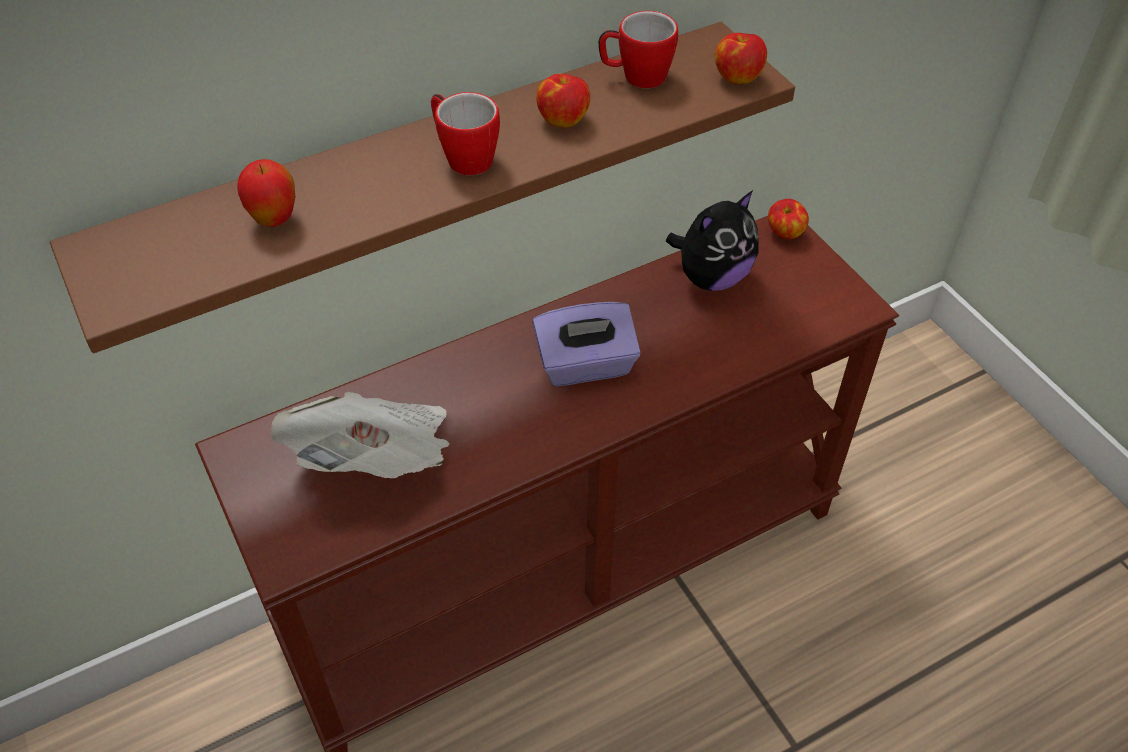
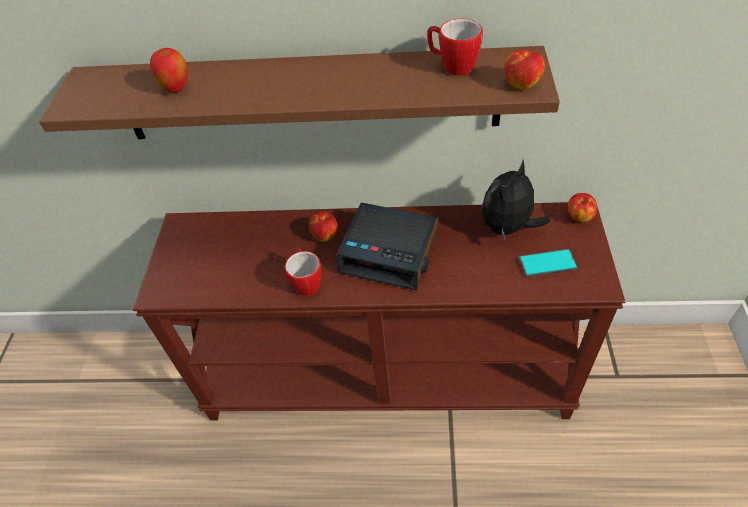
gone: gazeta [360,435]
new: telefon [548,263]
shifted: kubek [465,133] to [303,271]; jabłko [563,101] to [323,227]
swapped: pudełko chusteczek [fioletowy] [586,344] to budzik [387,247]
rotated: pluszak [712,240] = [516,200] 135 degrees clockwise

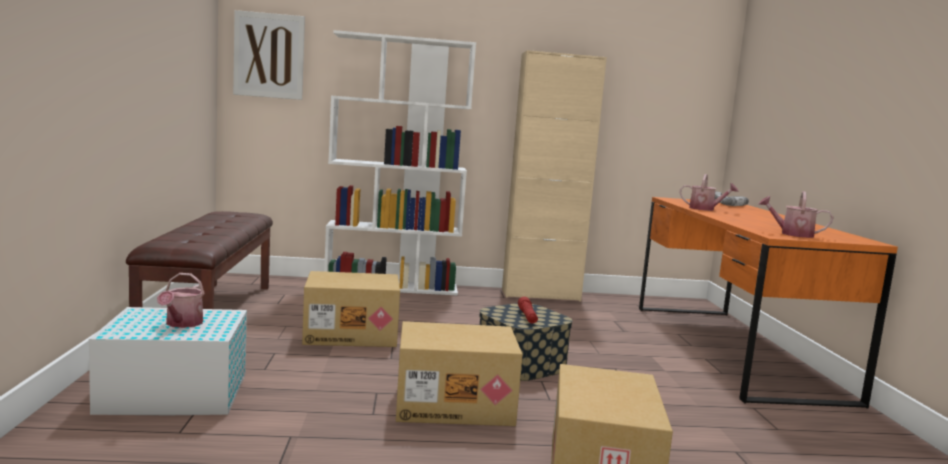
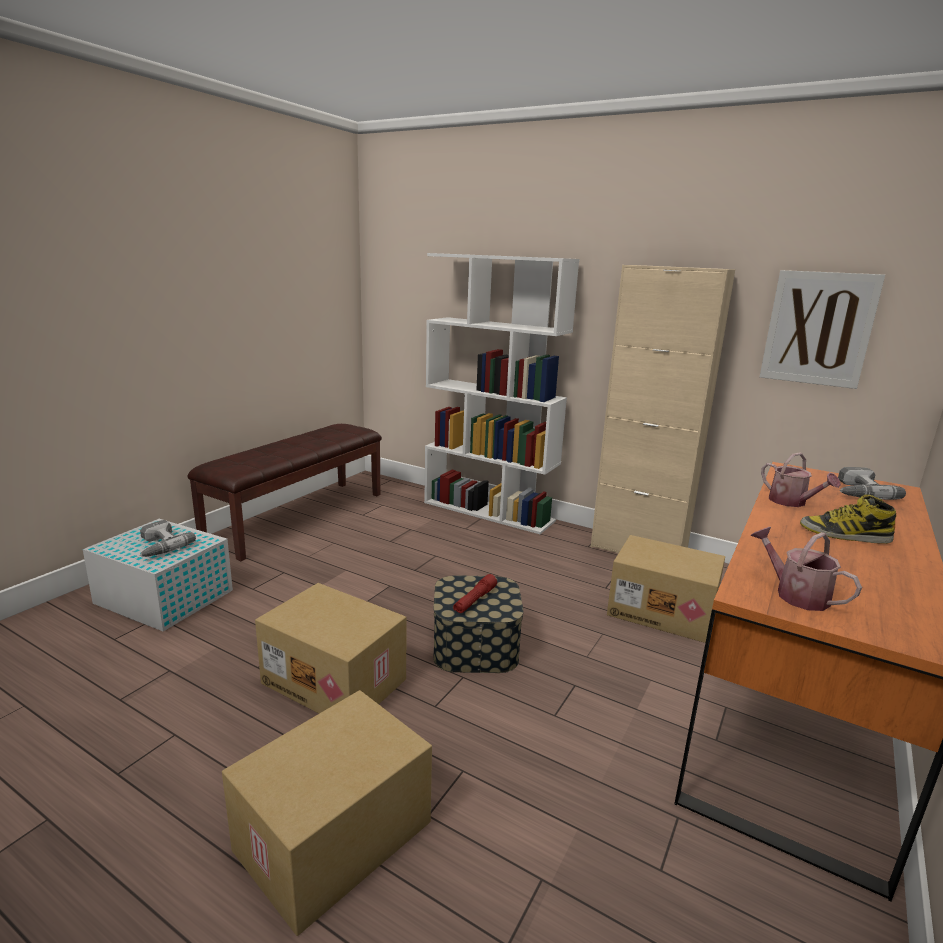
new: but z cholewką [848,519]
shifted: obraz [269,55] to [822,329]; karton [351,309] to [666,589]
swapped: konewka [181,300] to wiertarka [168,538]

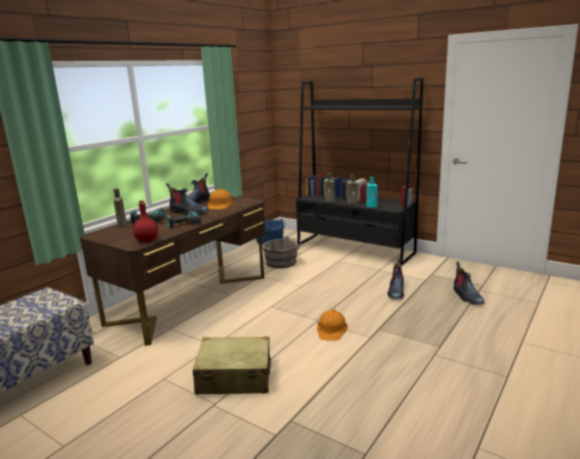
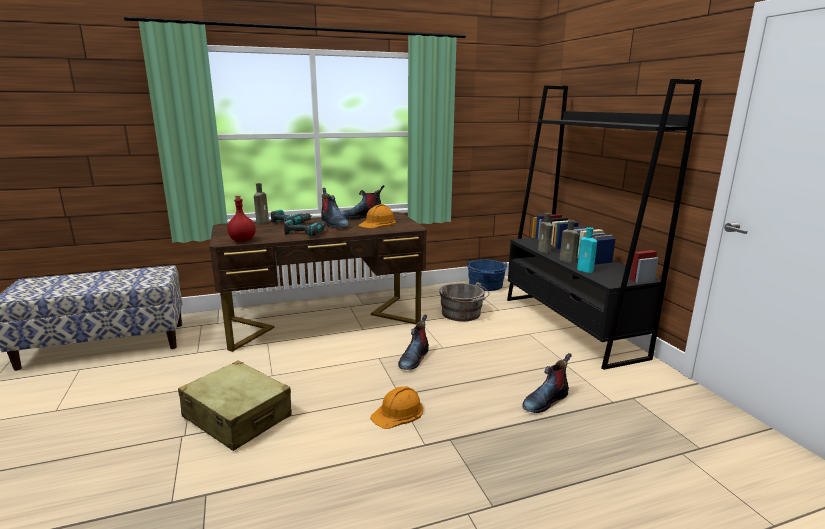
shifted: but z cholewką [469,283] to [413,342]

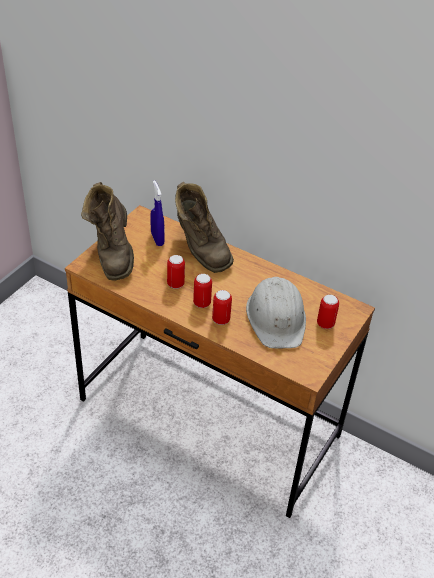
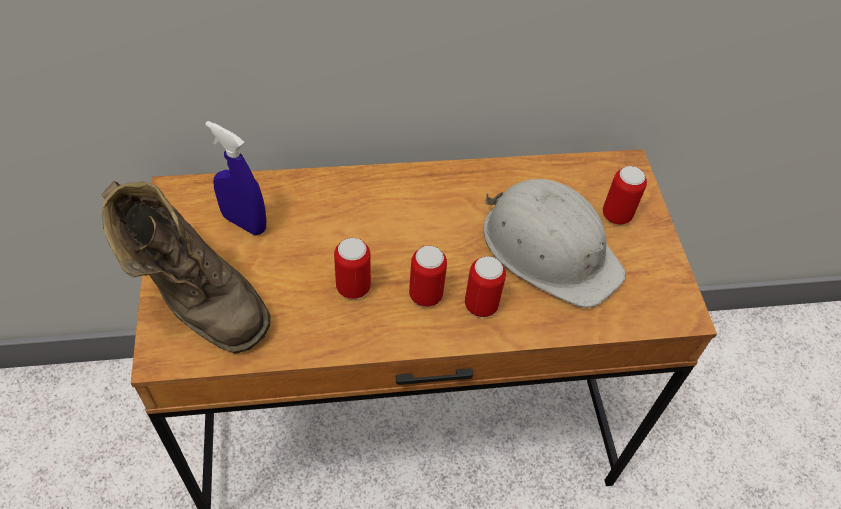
gone: but z cholewką [brązowy] [204,227]

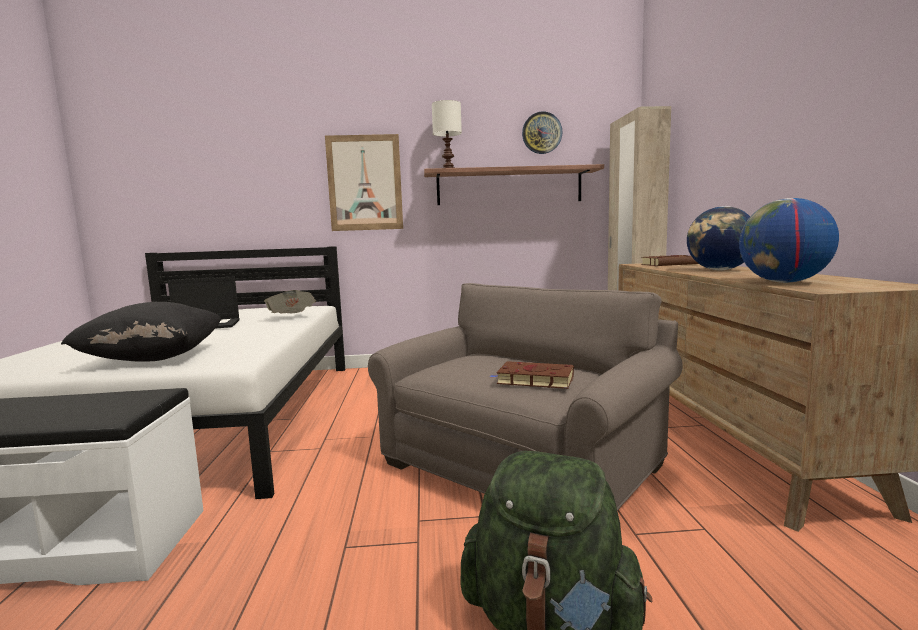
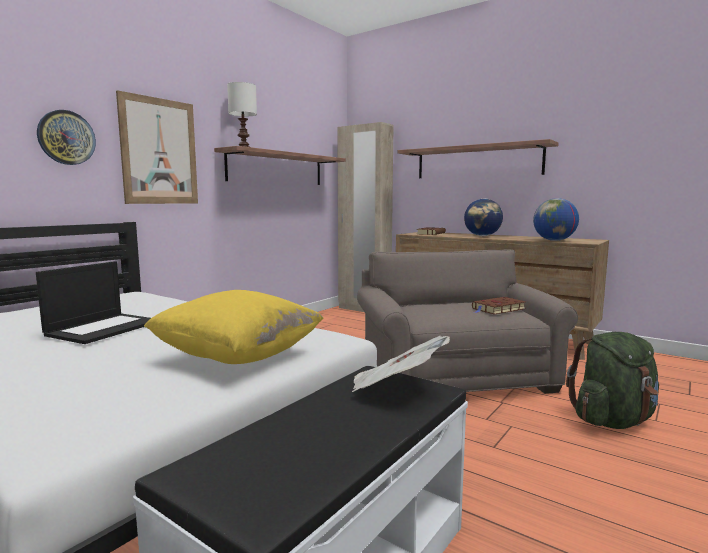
new: półka [478,158]
shifted: gazeta [290,301] to [401,364]; zegar ścienny [542,132] to [66,137]
repainted: poduszka [czarny] [141,332] to poduszka [żółty] [234,327]

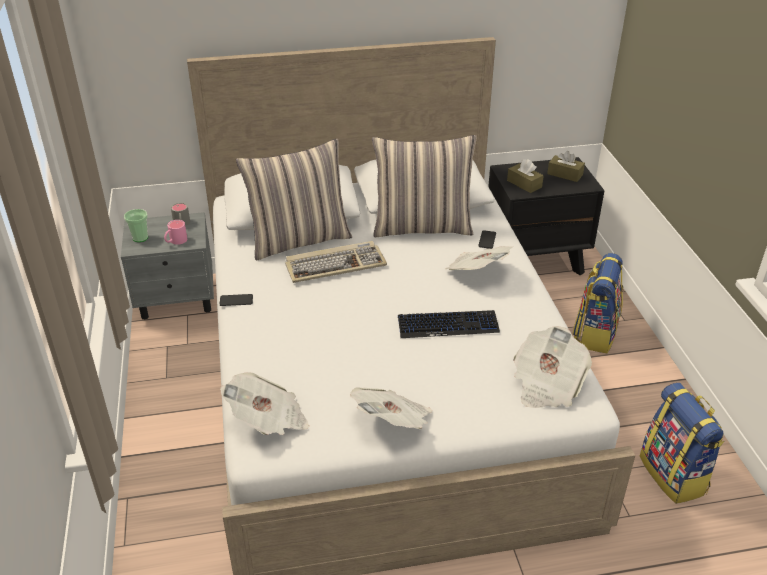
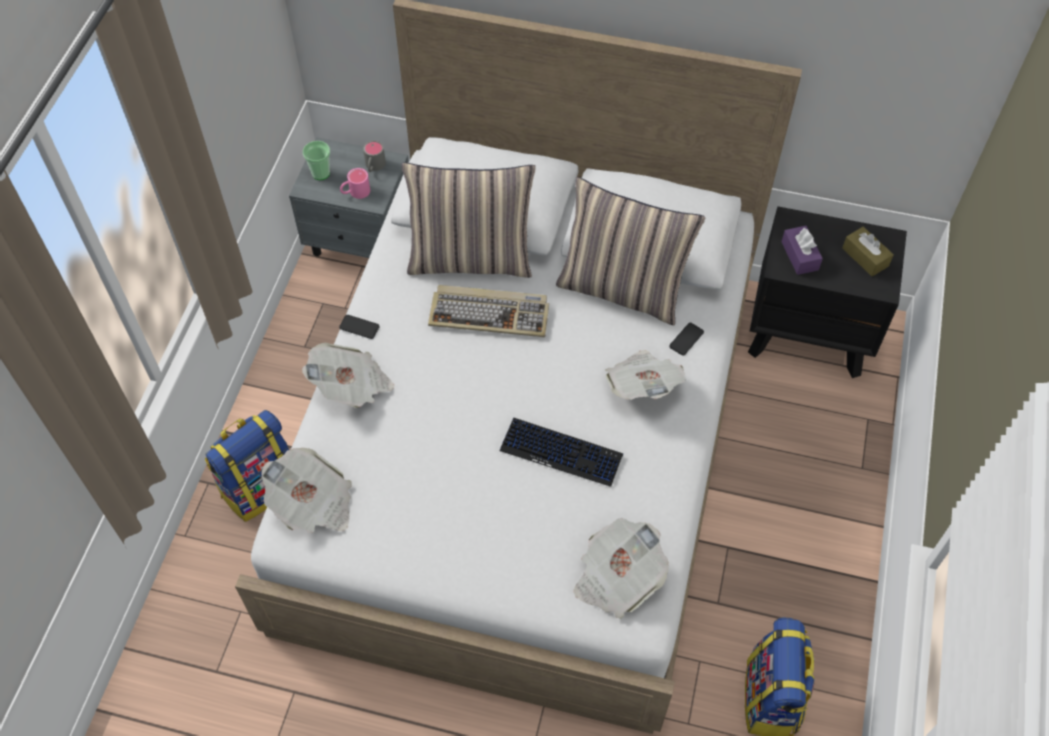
shifted: gazeta [391,408] to [348,375]; plecak [597,303] to [247,466]
repainted: pudełko chusteczek [brązowy] [525,176] to pudełko chusteczek [fioletowy] [802,250]

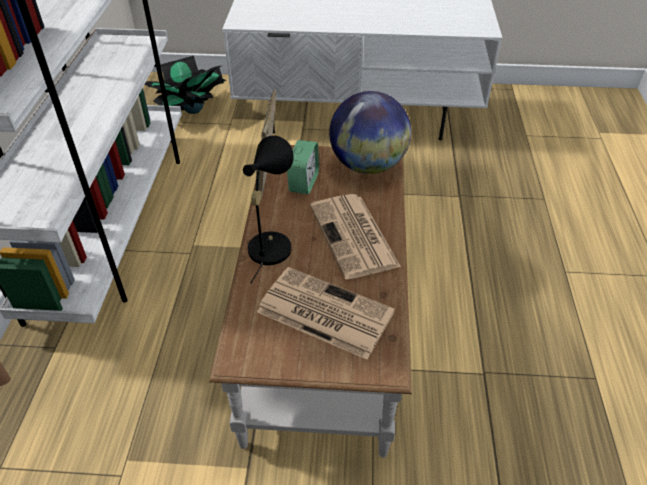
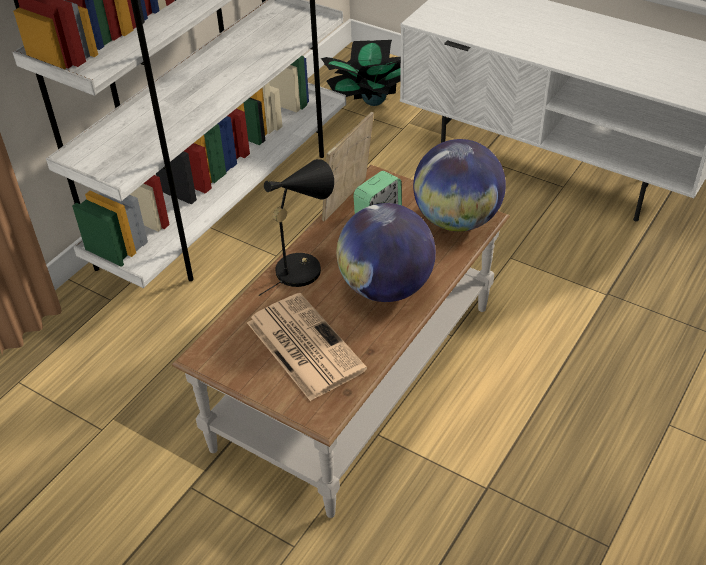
swapped: gazeta [355,236] to globus [386,252]

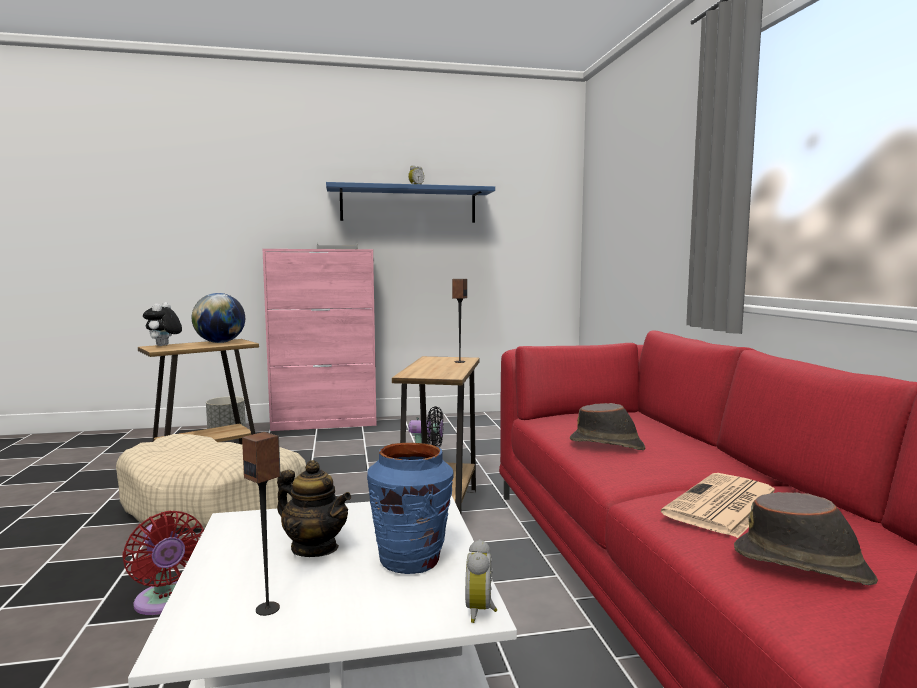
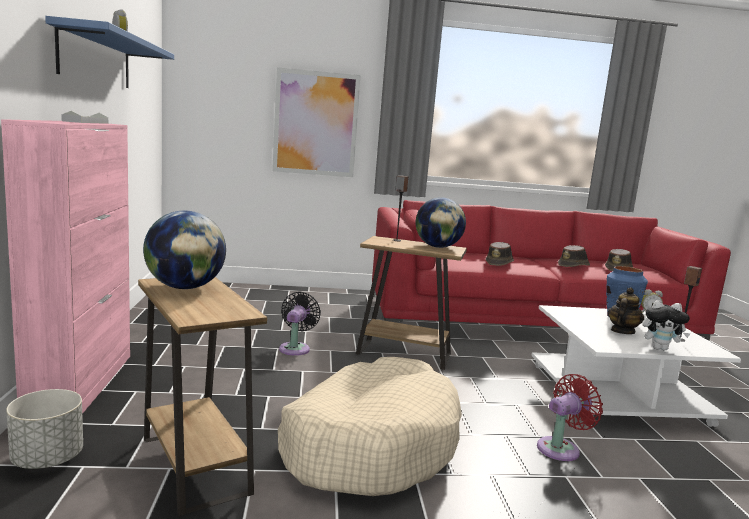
new: obraz [316,122]; globus [440,222]
shifted: pluszak [162,324] to [666,325]
swapped: gazeta [718,505] to kapelusz [brązowy] [574,256]

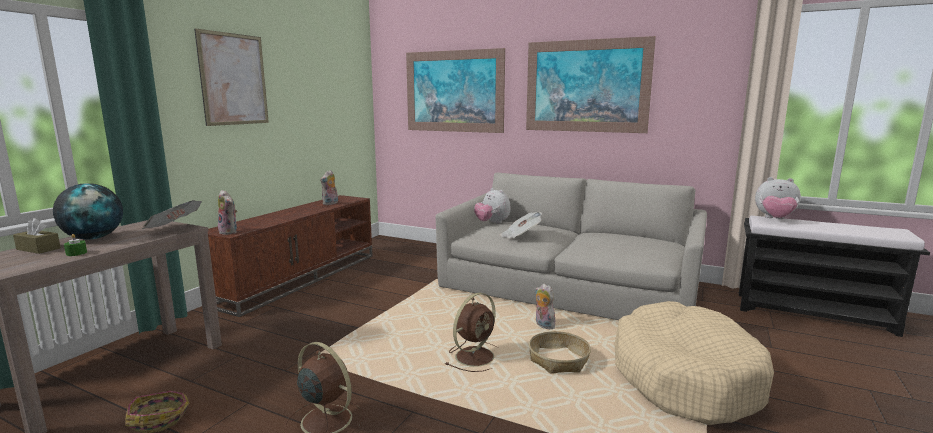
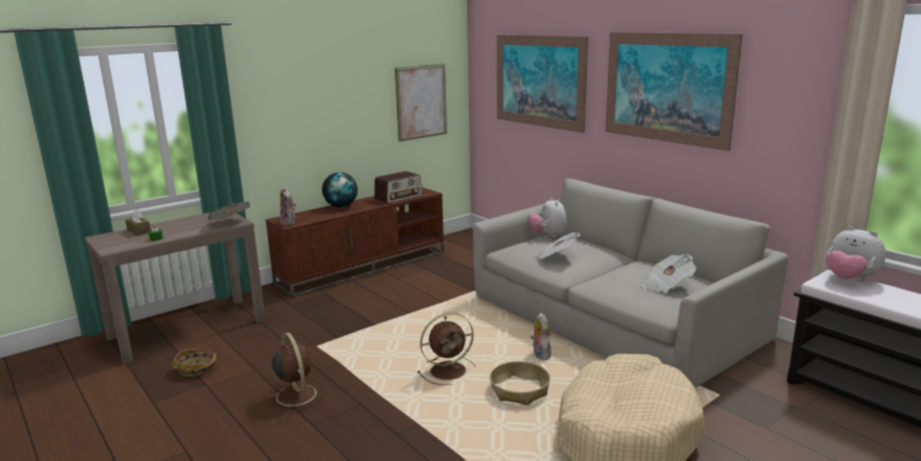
new: gazeta [668,274]
shifted: globus [88,211] to [340,189]; obraz [231,77] to [421,103]
swapped: pluszak [329,187] to radio [398,187]

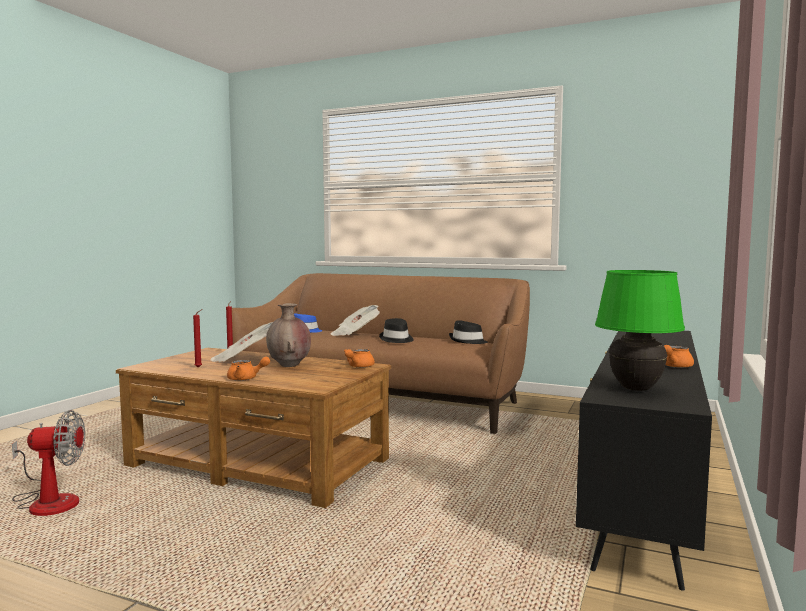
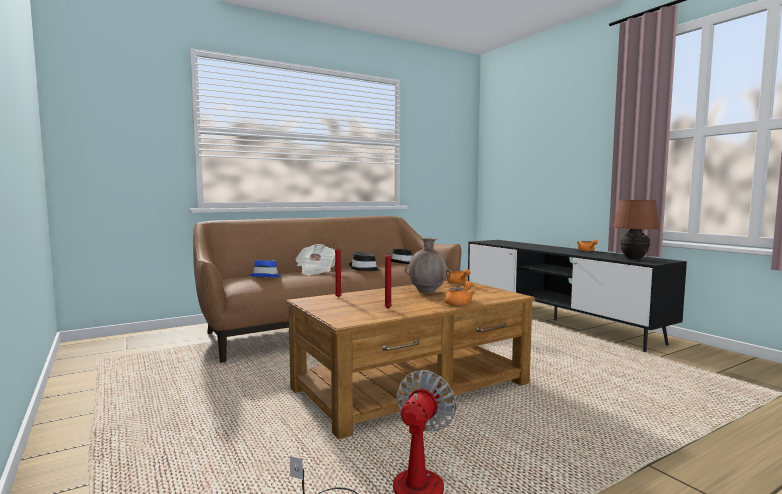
gone: gazeta [241,342]
repainted: lampa stołowa [zielony] [640,330] to lampa stołowa [brązowy] [636,229]

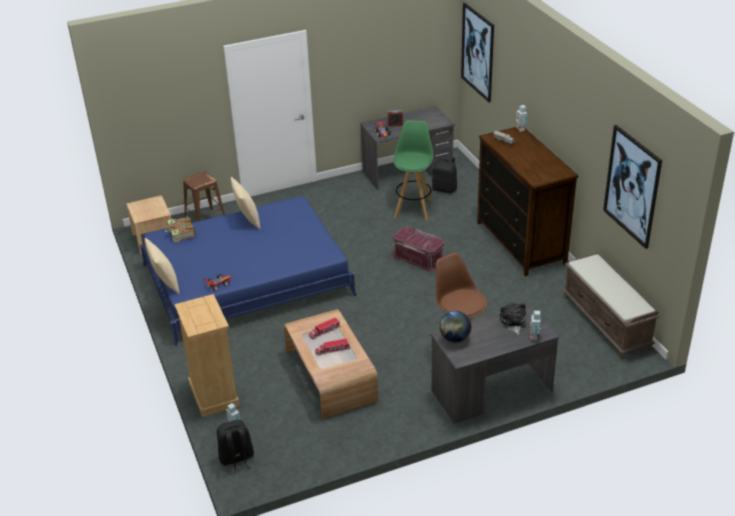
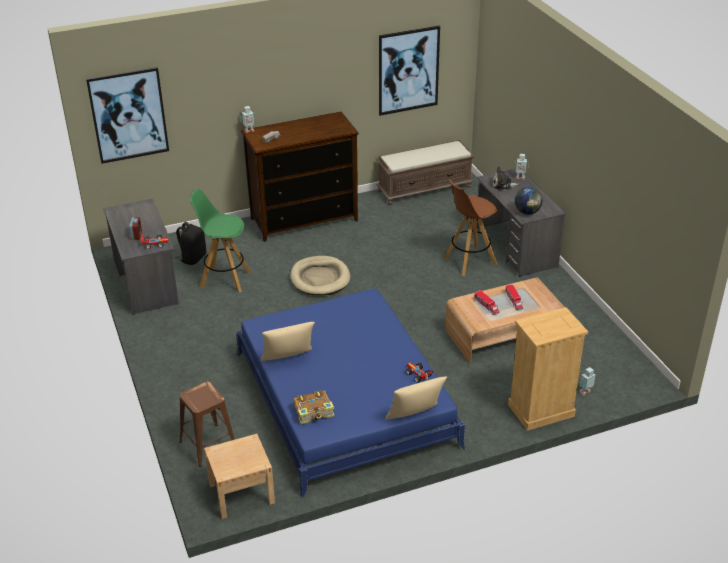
gone: plecak [czarny] [235,447]
swapped: pojemnik do przechowywania [czerwony] [417,250] to legowisko [beżowy] [320,275]

